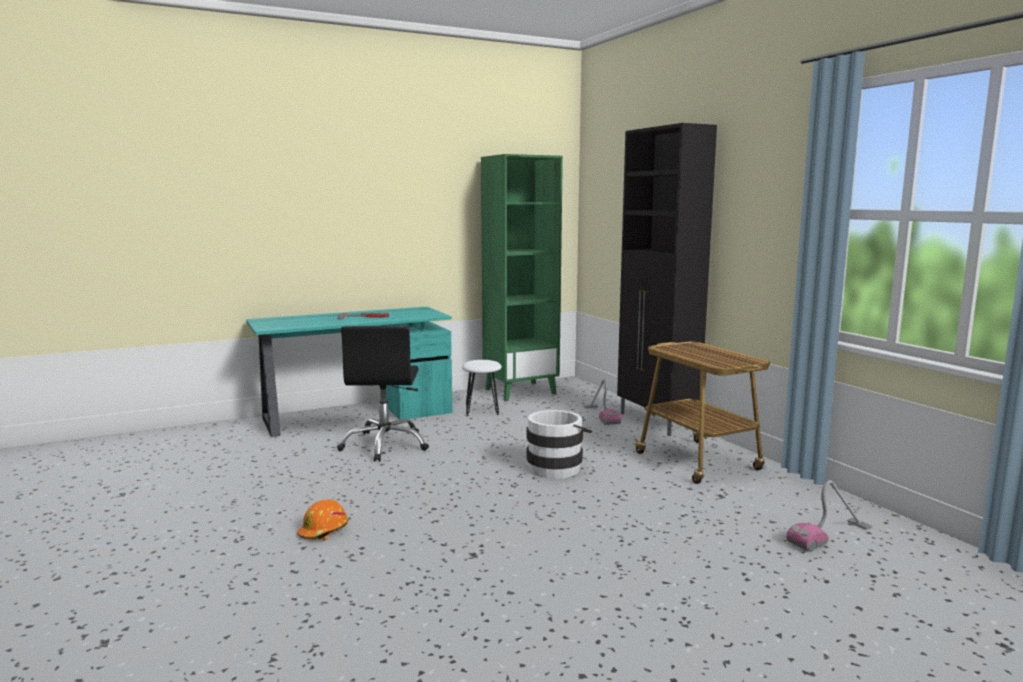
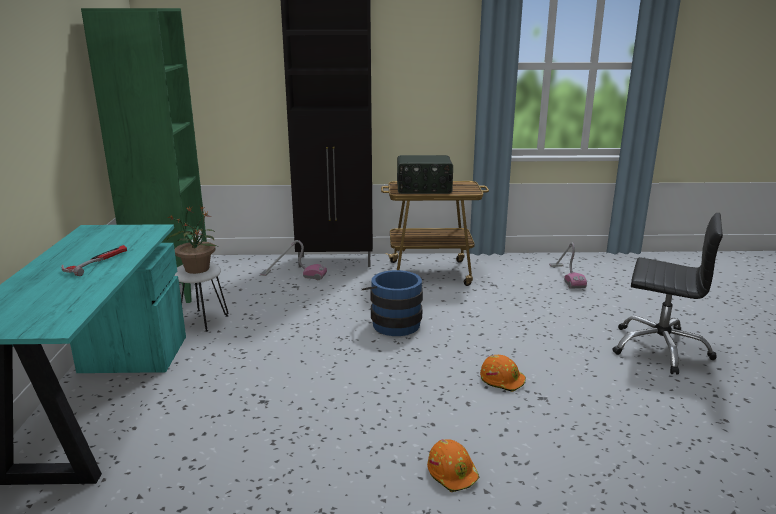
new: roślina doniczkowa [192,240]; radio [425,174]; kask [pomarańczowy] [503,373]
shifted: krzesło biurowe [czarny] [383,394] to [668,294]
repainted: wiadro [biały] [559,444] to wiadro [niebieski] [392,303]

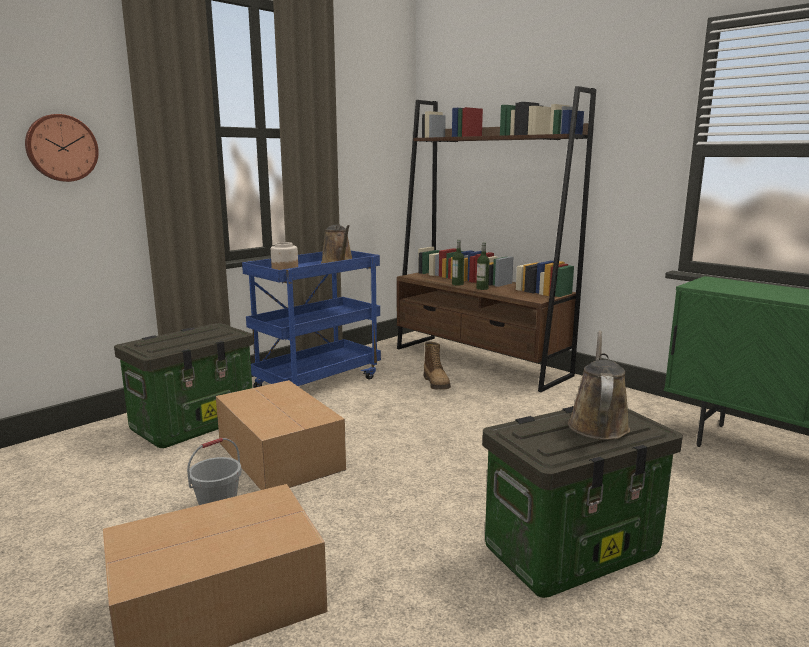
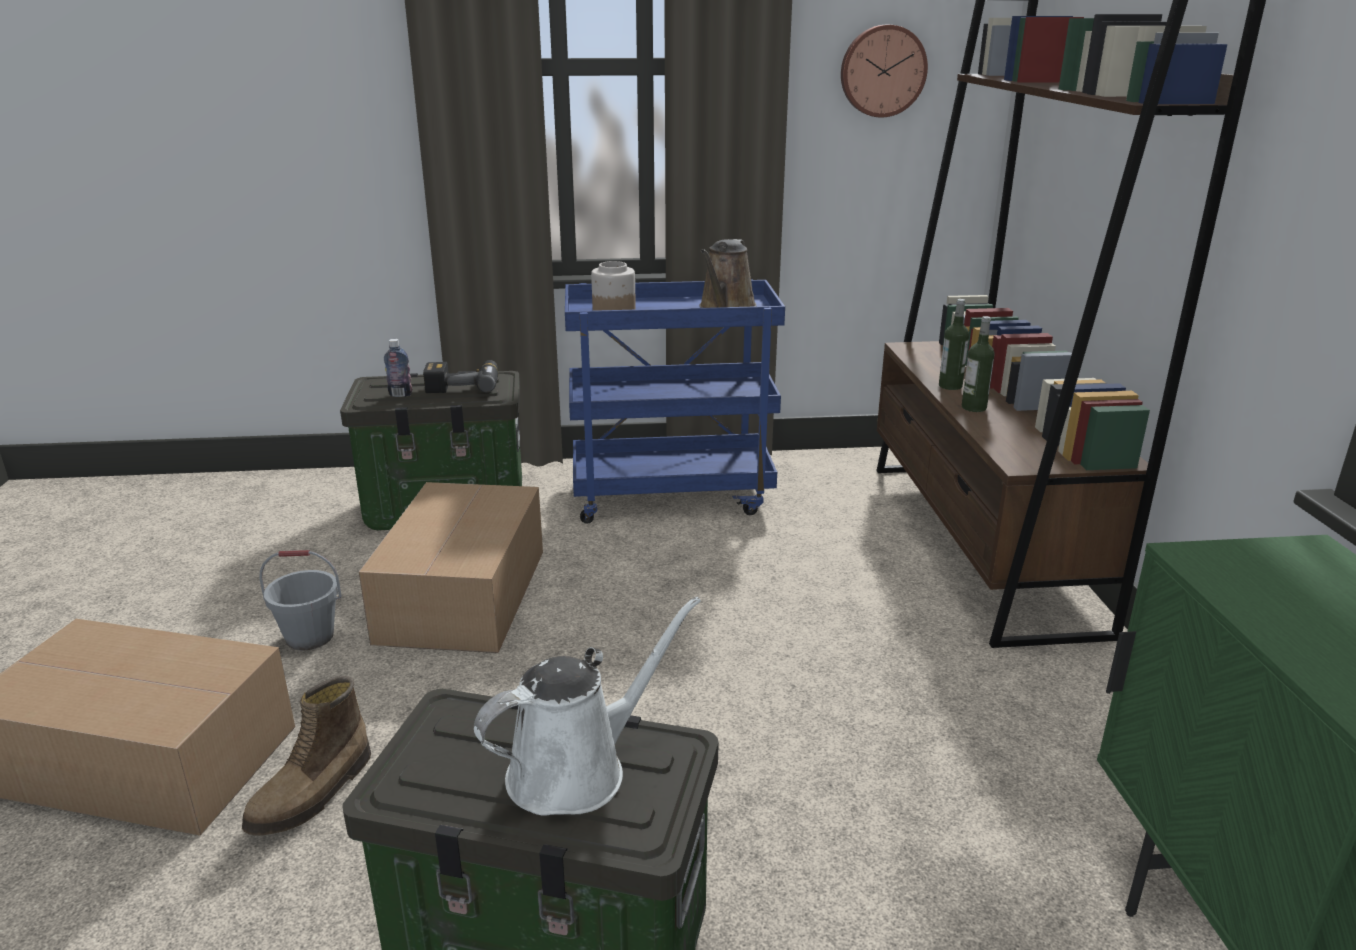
new: butelka [398,368]; wiertarka [460,376]
shifted: zegar ścienny [62,148] to [884,71]; but z cholewką [437,366] to [306,755]
repainted: konewka [brązowy] [599,385] to konewka [biały] [587,706]

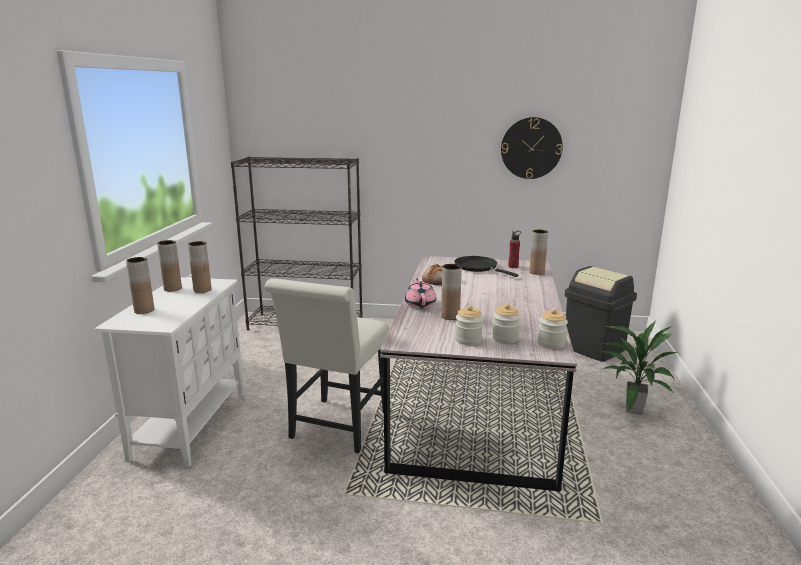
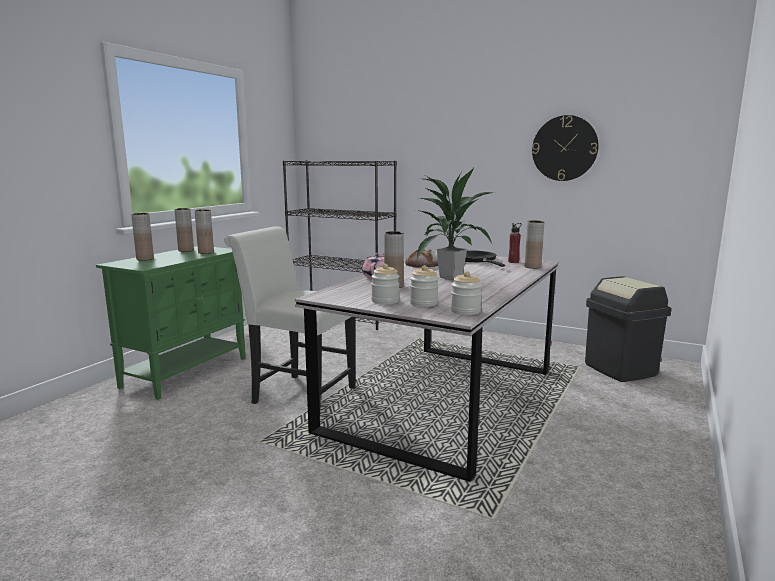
shifted: roślina doniczkowa [638,367] to [456,224]
repainted: szafka [biały] [169,372] to szafka [zielony] [171,323]
rotated: krzesło [biały] [327,365] = [289,318] 75 degrees clockwise

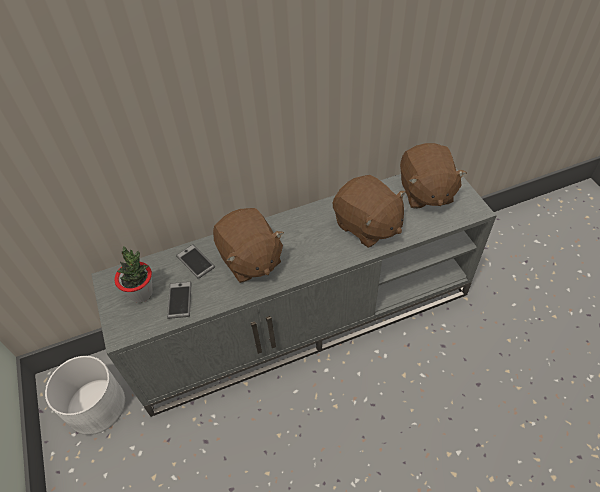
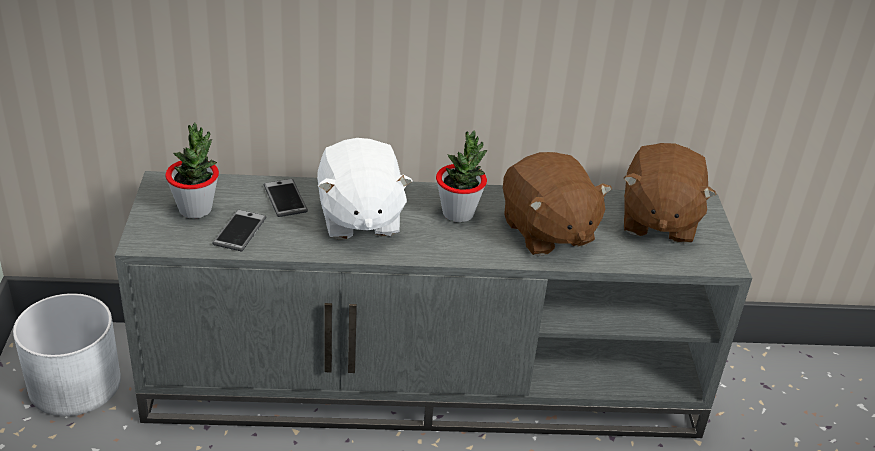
new: roślina doniczkowa [462,176]
repainted: pluszak [brązowy] [248,245] to pluszak [biały] [364,188]

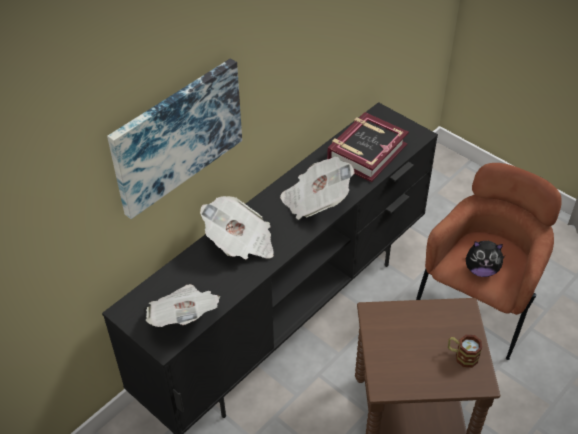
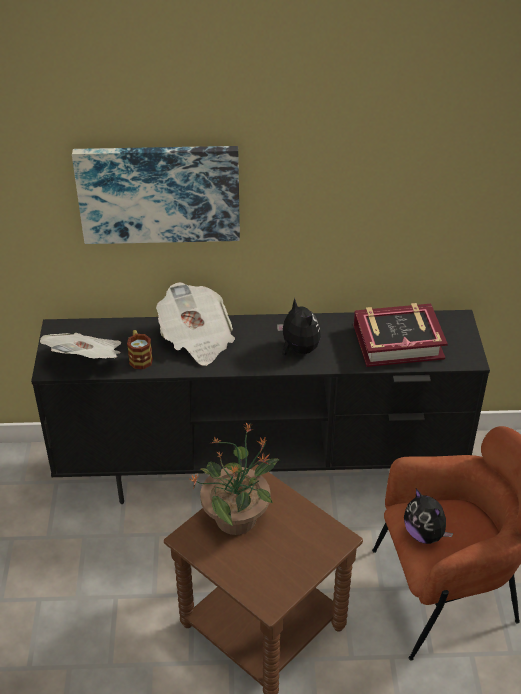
new: roślina doniczkowa [233,479]
shifted: kubek [465,351] to [140,349]
swapped: gazeta [317,188] to pluszak [299,326]

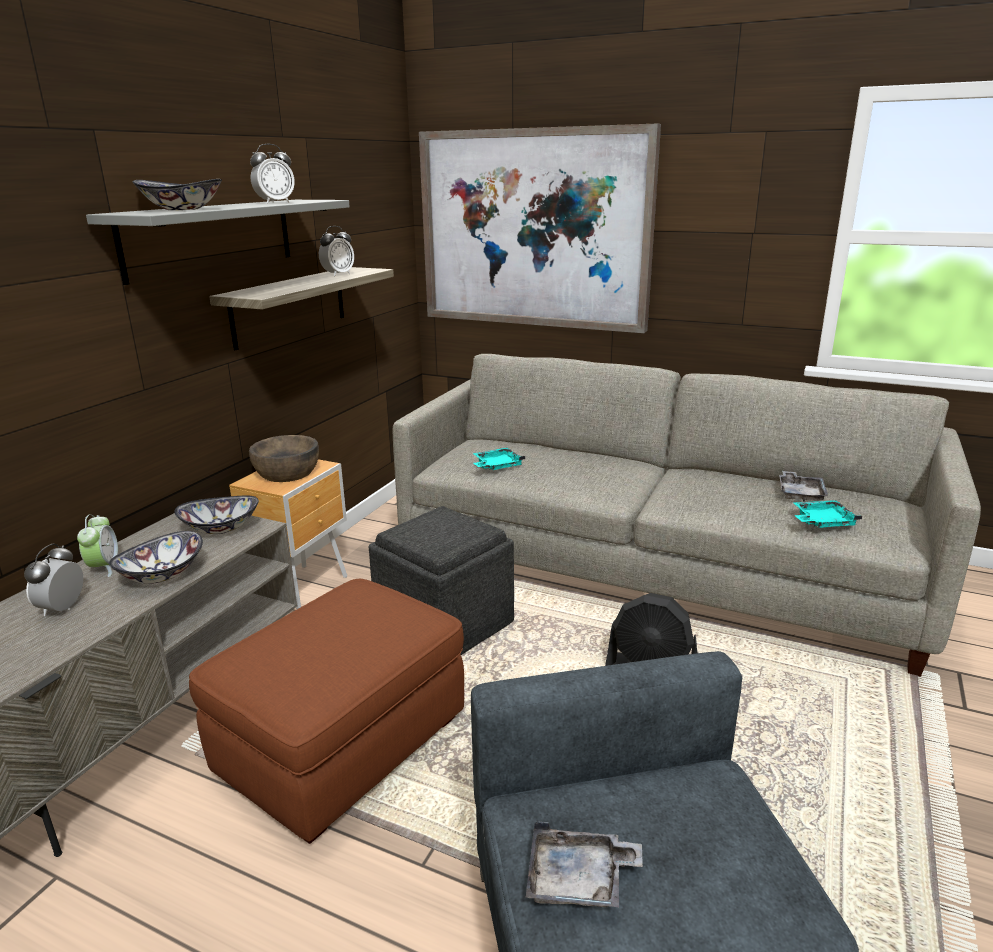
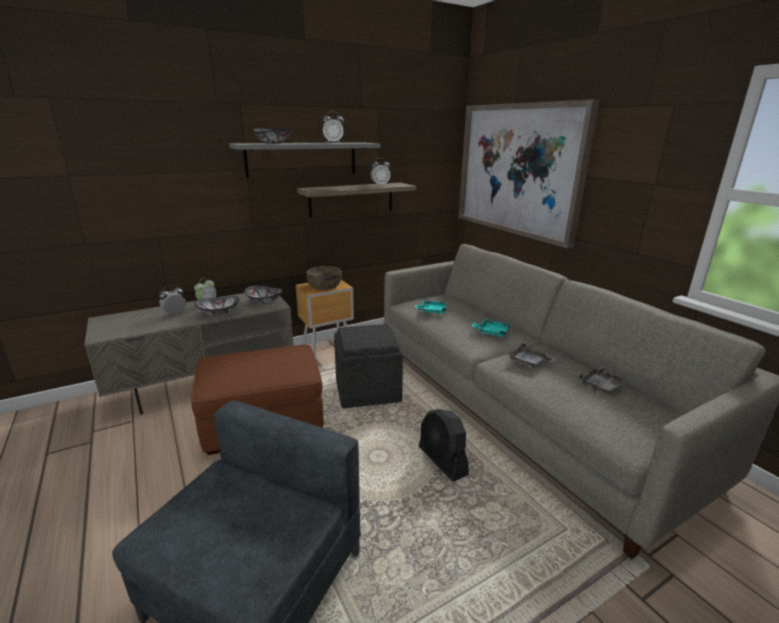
shifted: taca [szary] [584,864] to [531,355]; taca [turkusowy] [828,514] to [491,328]

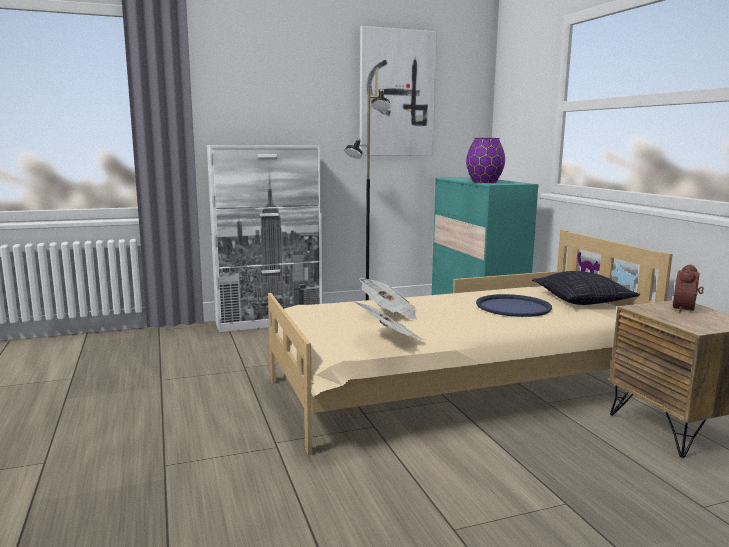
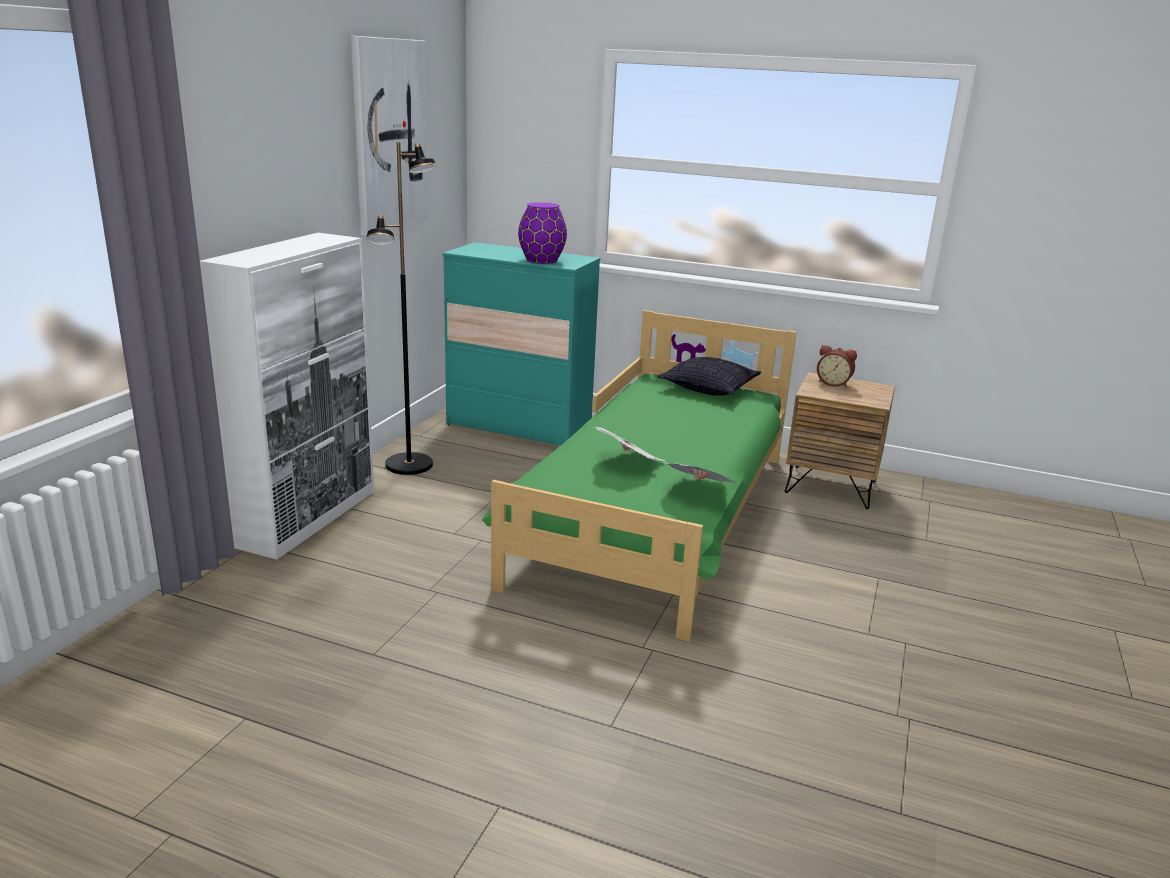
gone: taca [niebieski] [514,305]
repainted: łóżko [beżowy] [470,343] to łóżko [zielony] [639,476]
rotated: budzik [688,288] = [837,366] 45 degrees counterclockwise

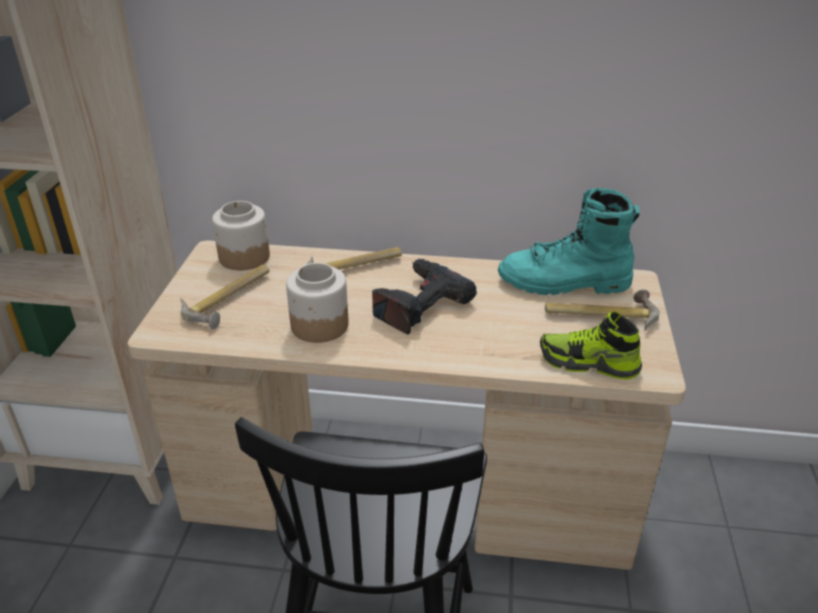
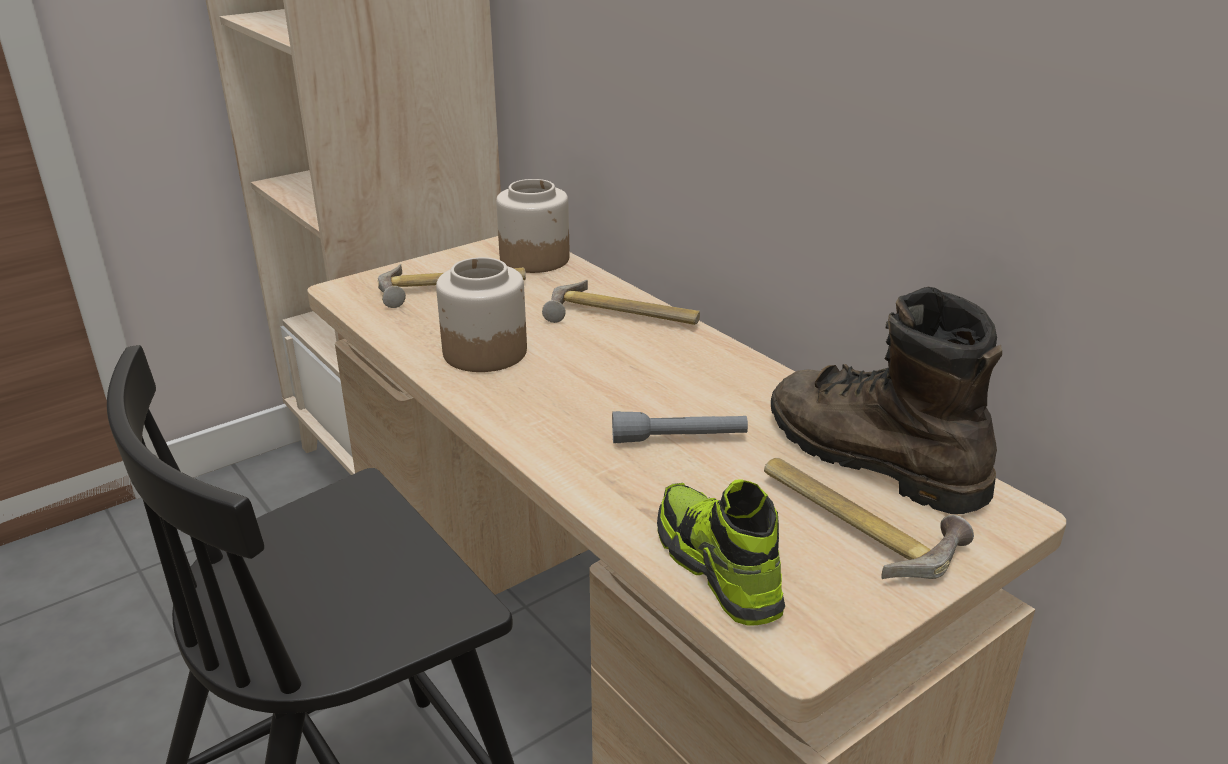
gone: wiertarka [424,297]
new: latarka [szary] [680,427]
repainted: but z cholewką [turkusowy] [569,241] to but z cholewką [brązowy] [886,400]

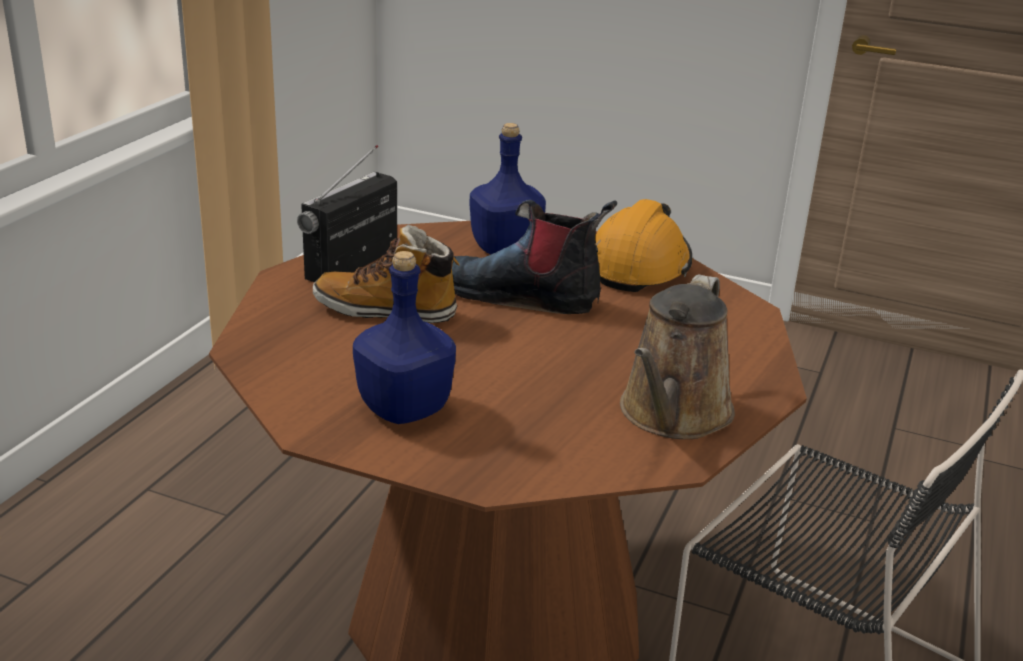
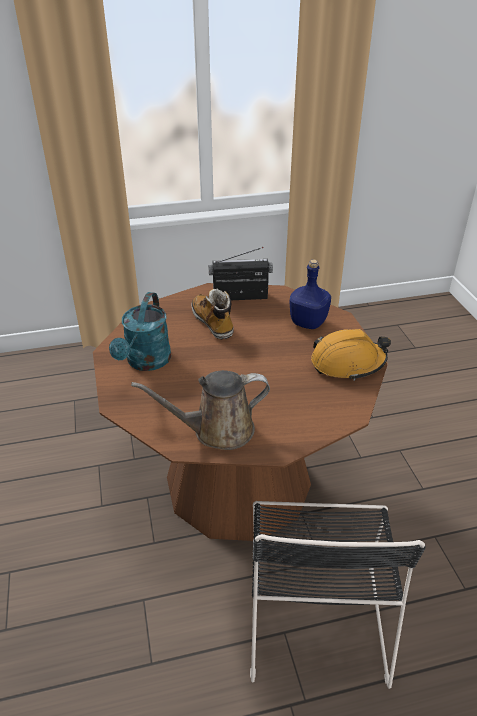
gone: but z cholewką [534,257]
swapped: butelka [niebieski] [404,337] to konewka [turkusowy] [140,331]

